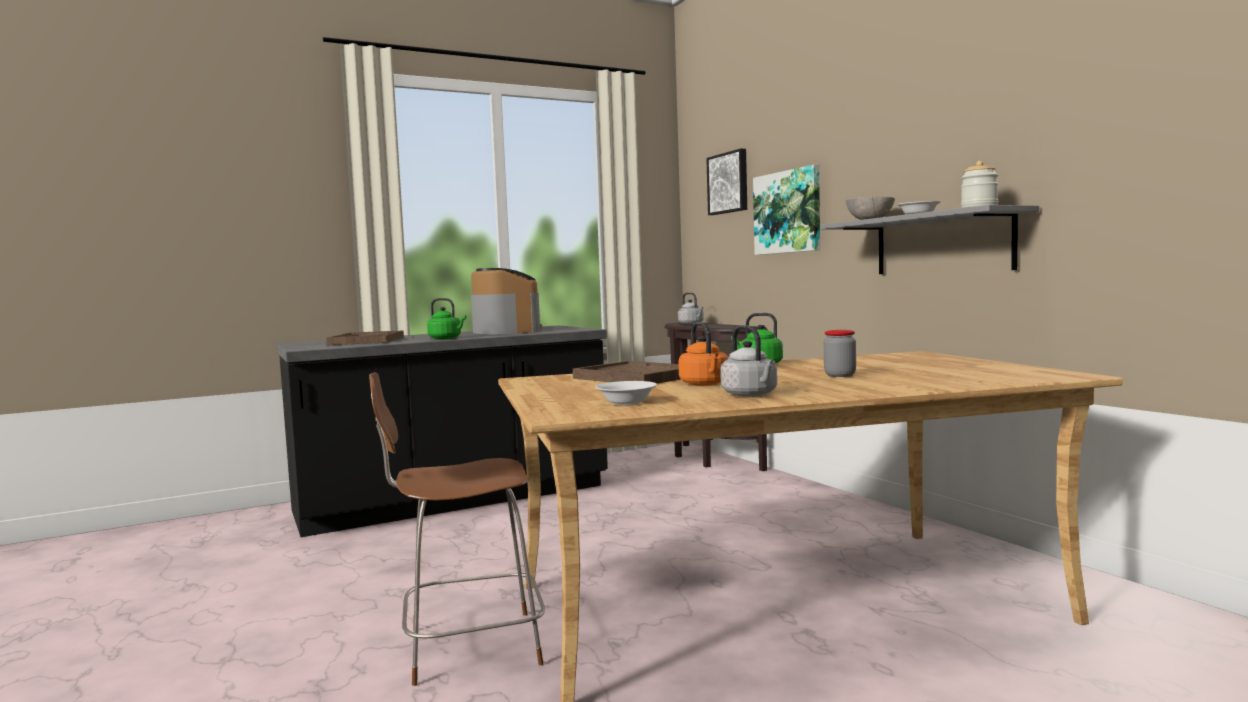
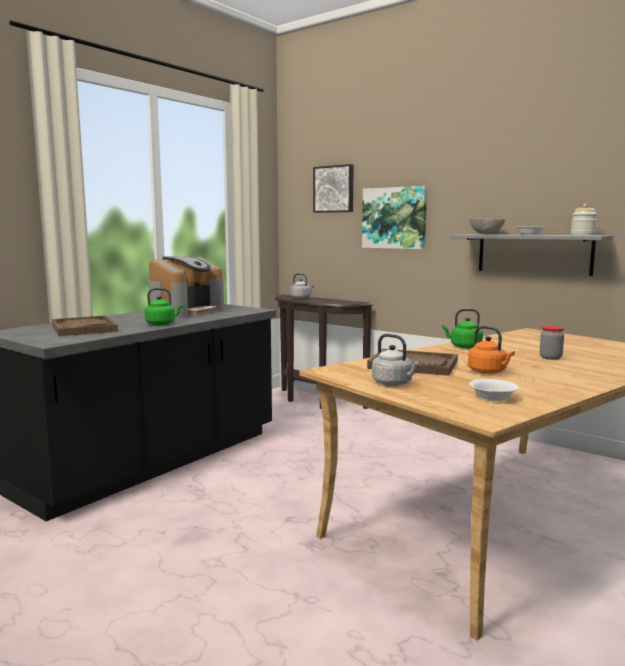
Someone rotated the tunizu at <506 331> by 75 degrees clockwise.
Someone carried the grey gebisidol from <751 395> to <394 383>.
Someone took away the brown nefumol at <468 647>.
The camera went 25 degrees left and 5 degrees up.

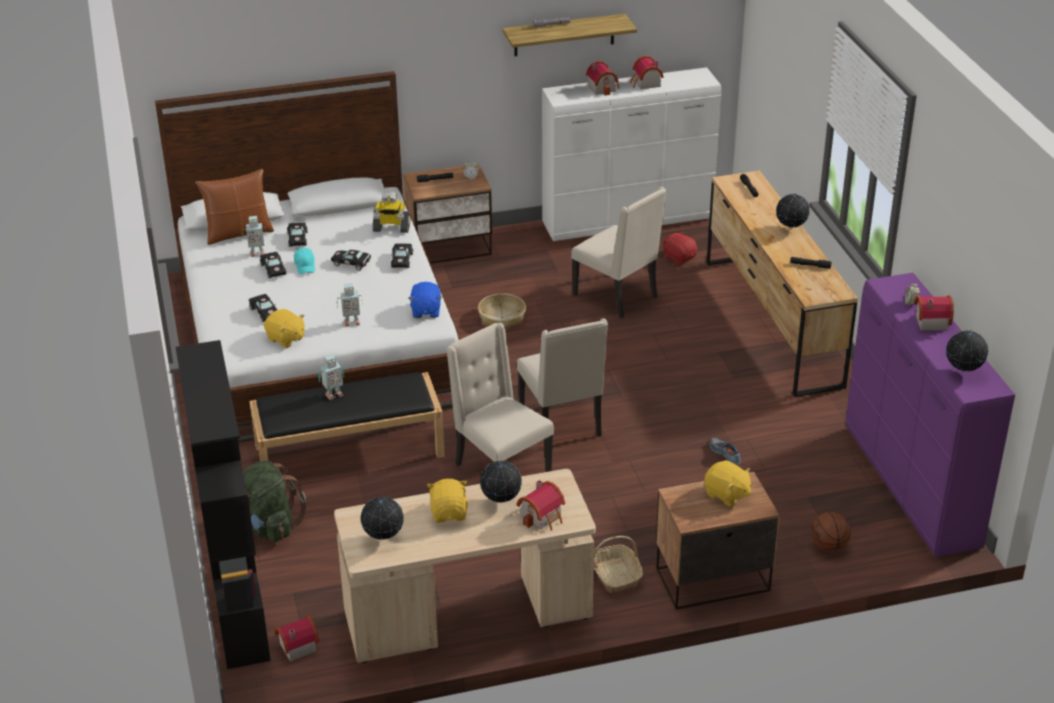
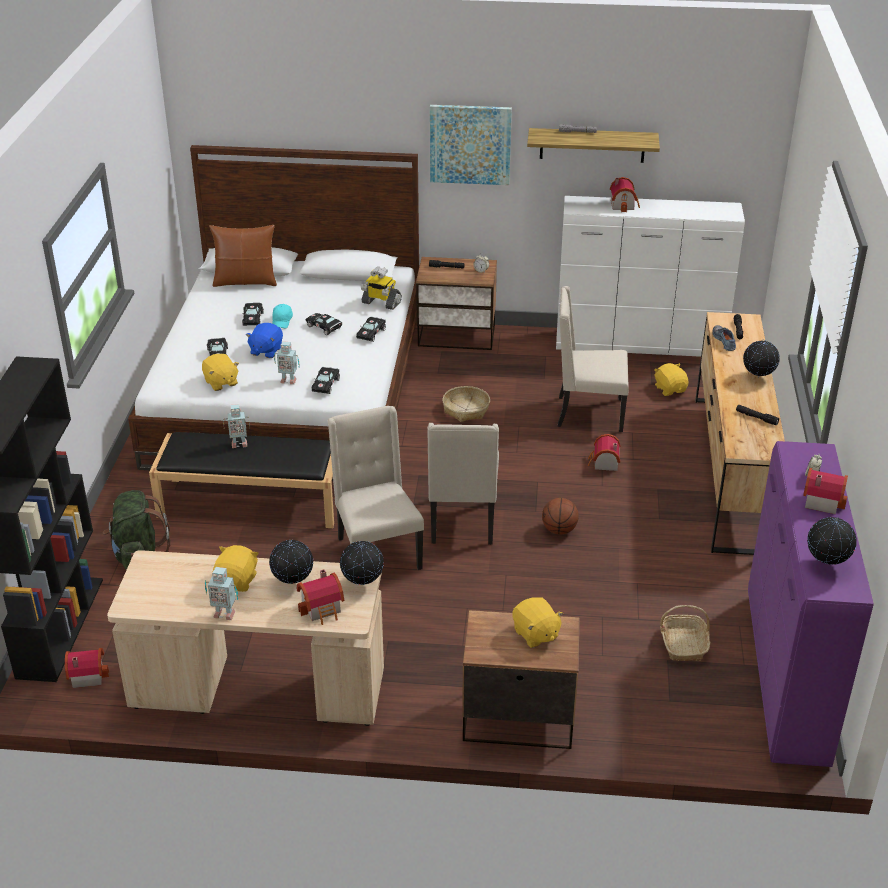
Someone carried the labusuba from <256 253> to <224 613>.
Someone carried the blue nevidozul from <425 311> to <266 351>.
Someone carried the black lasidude from <297 238> to <326 384>.
Someone carried the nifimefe from <383 538> to <362 583>.
Someone put up the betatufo at <470 144>.
Someone carried the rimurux from <829 546> to <559 530>.
Someone rotated the beige nefumol at <617 296> by 120 degrees clockwise.
Someone carried the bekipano from <645 84> to <603 463>.
Someone repainted the red nevidozul at <679 258>, which became the yellow nevidozul at <670 389>.
Someone carried the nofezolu from <615 575> to <683 644>.
Someone carried the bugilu from <725 454> to <725 341>.
The camera went 20 degrees right and 0 degrees up.

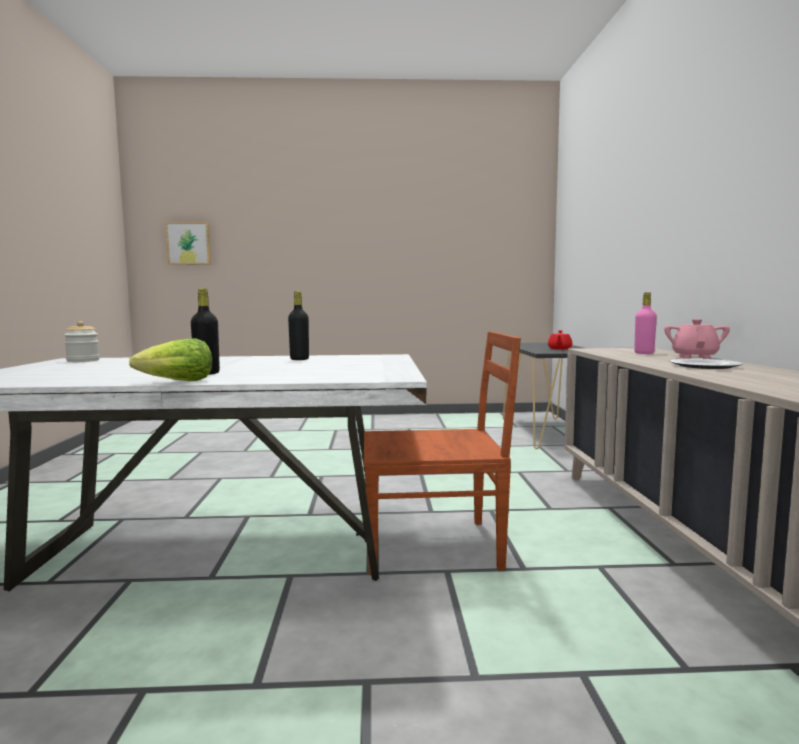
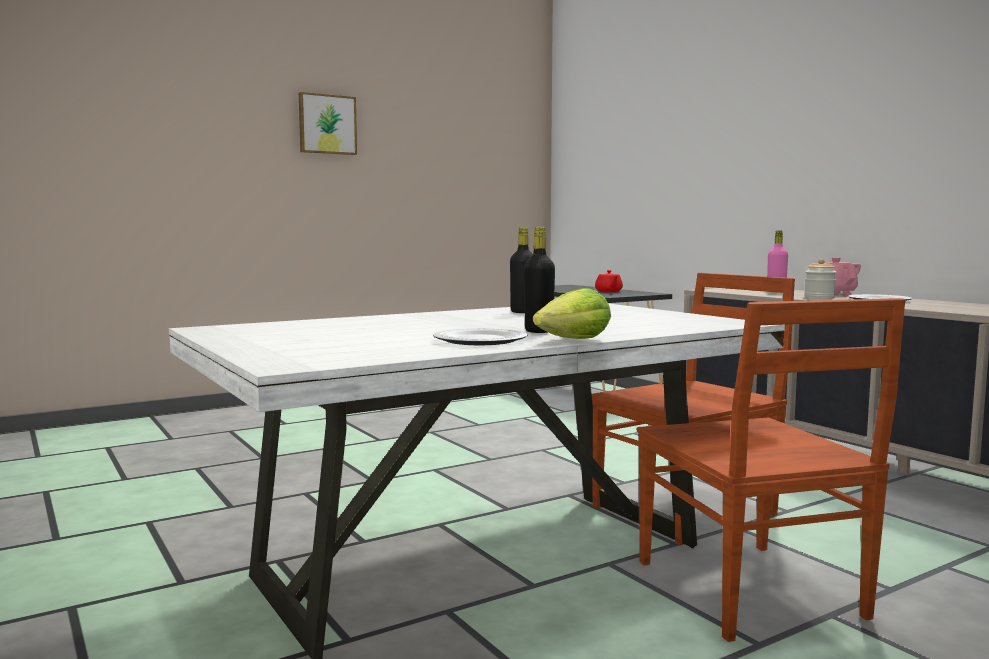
Someone carried the betatufo from <189 243> to <327 124>.
Someone put down the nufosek at <481 340>.
Someone put down the brown nefumol at <750 591>.
Someone carried the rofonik from <83 361> to <819 298>.
The camera went 30 degrees left and 0 degrees up.

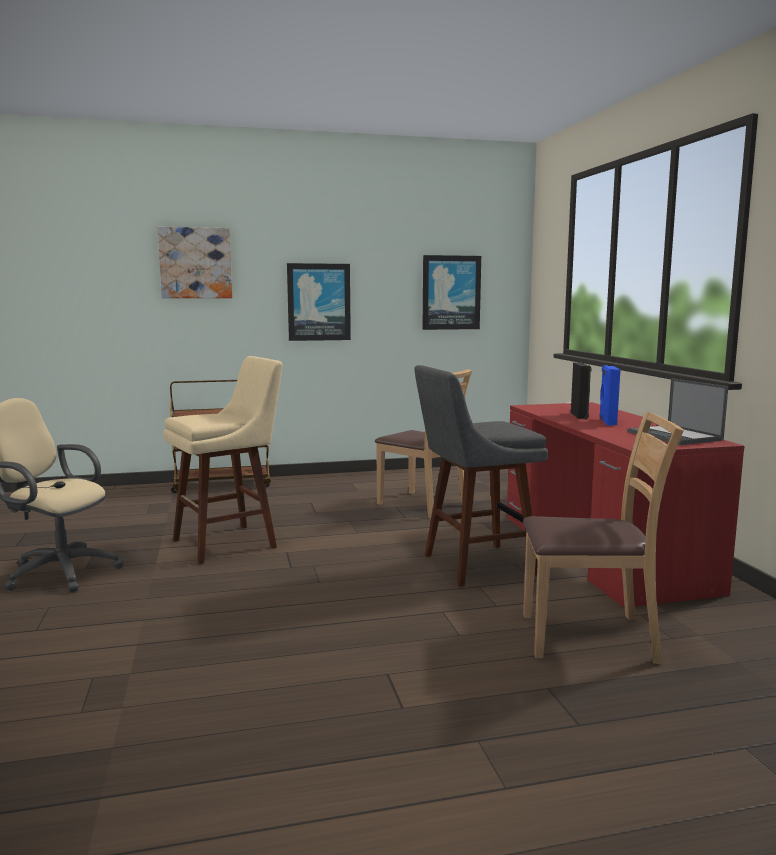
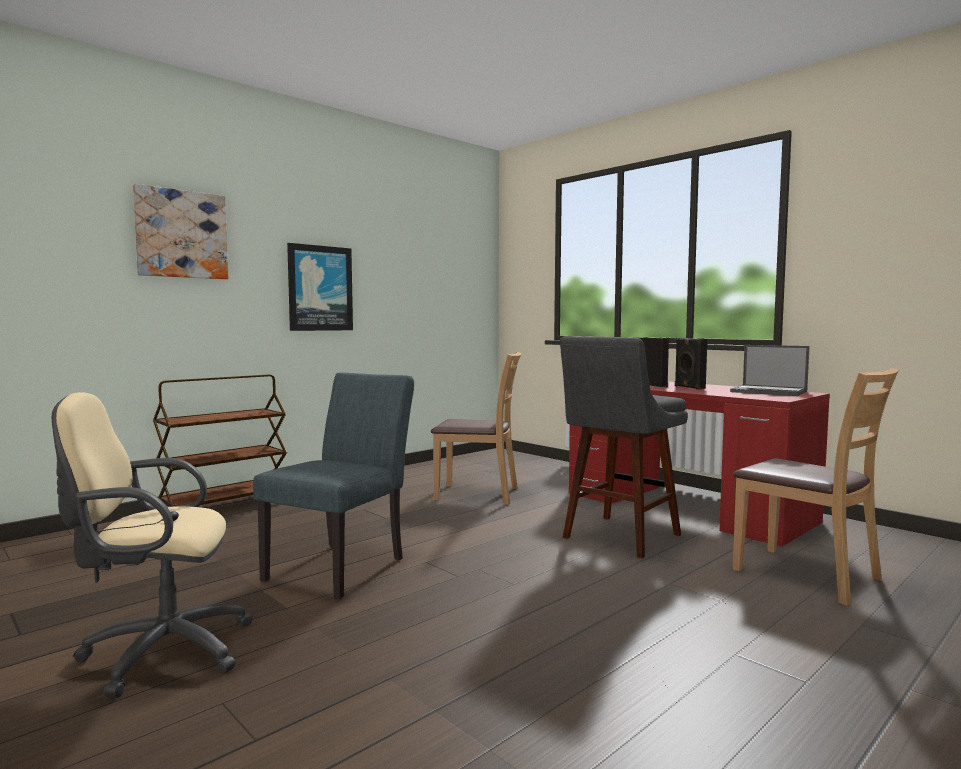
Someone swapped the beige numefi at <229 542> for the grey nefumol at <343 565>.
Someone repainted the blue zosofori at <606 422>, which became the black zosofori at <688 387>.
Someone rotated the brown nefumol at <590 637> by 75 degrees clockwise.
Someone took away the betatufo at <451 292>.
The camera went 30 degrees left and 5 degrees down.

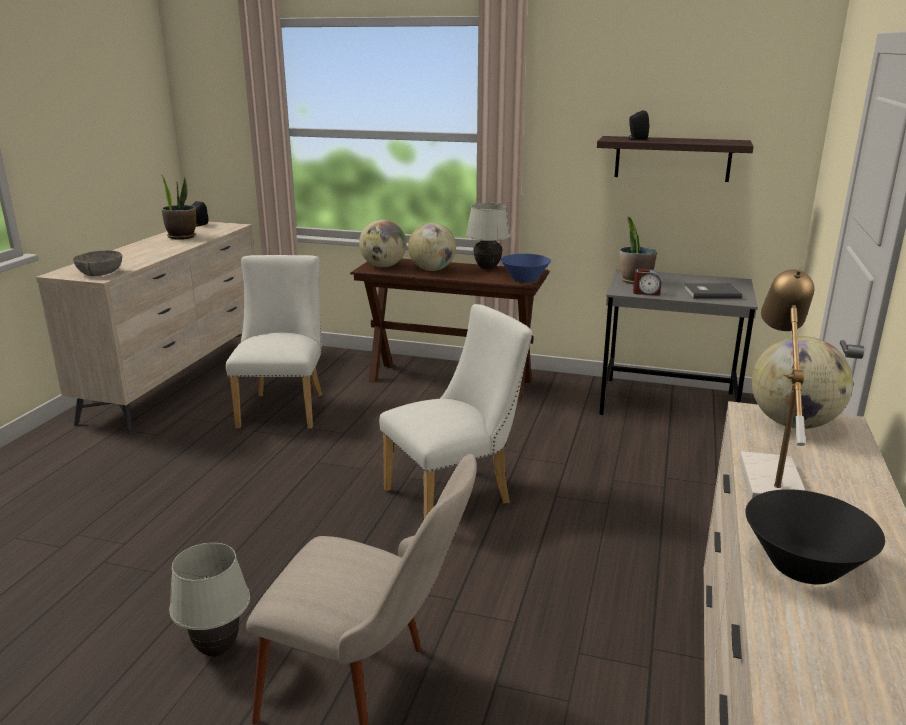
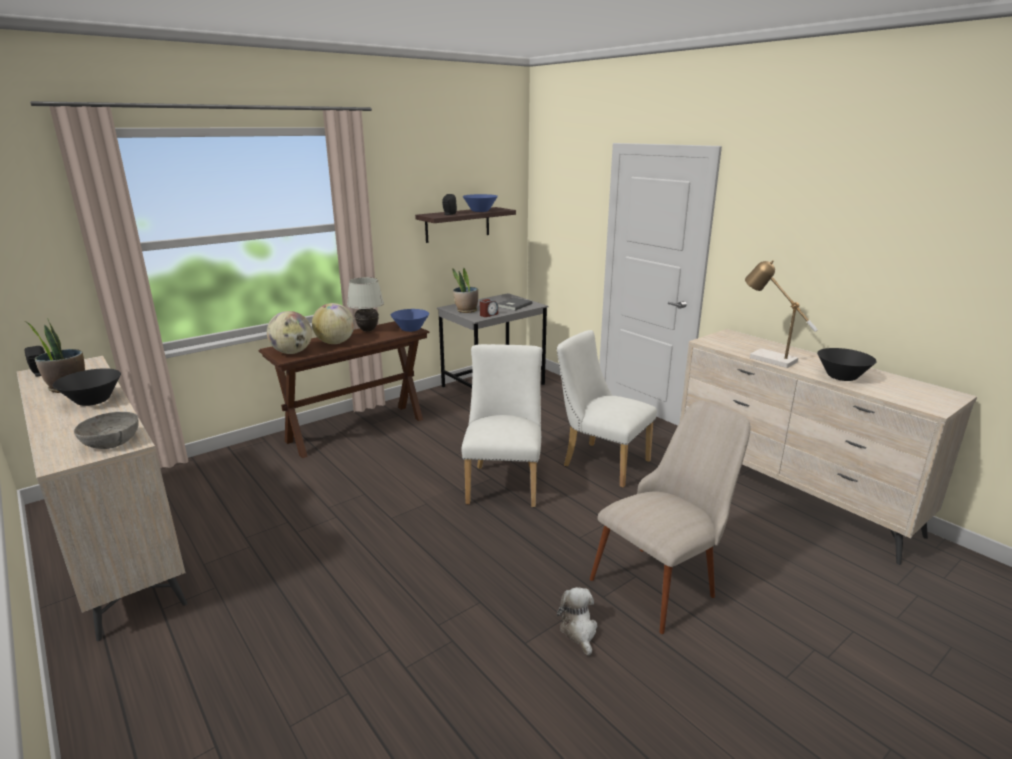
Someone put down the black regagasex at <93 401>.
Someone put down the blue regagasex at <480 211>.
Someone carried the white nefumol from <284 408> to <600 462>.
Someone swapped the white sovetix at <217 650> for the nevidozul at <579 631>.
Someone took away the nifimefe at <793 424>.
The camera went 55 degrees left and 0 degrees up.

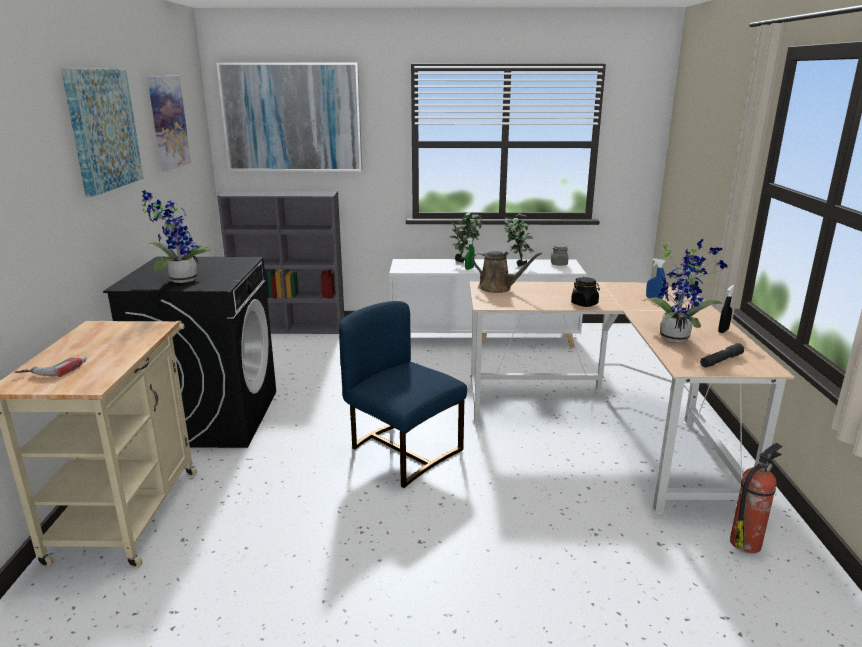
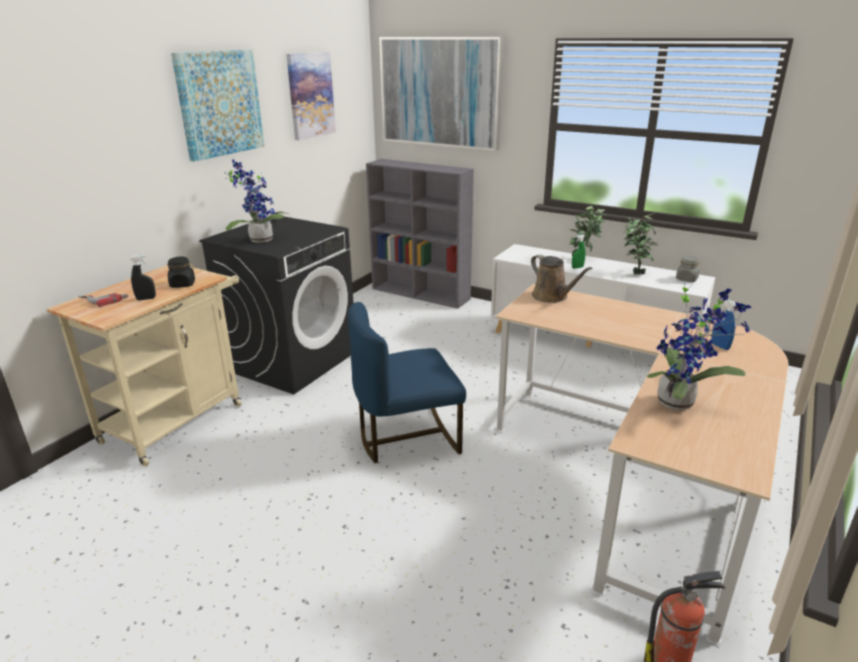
Someone carried the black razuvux from <723 330> to <146 299>.
Someone carried the black rofonik from <584 304> to <182 284>.
Someone rotated the blue nefumol at <402 451> by 90 degrees counterclockwise.
Someone took away the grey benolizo at <721 361>.
The camera went 30 degrees right and 5 degrees up.

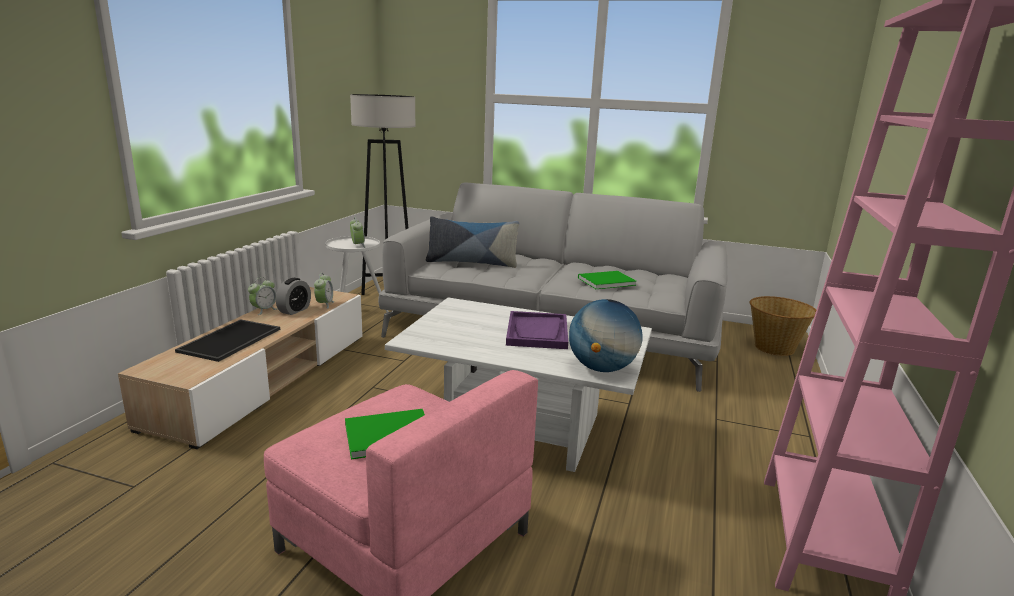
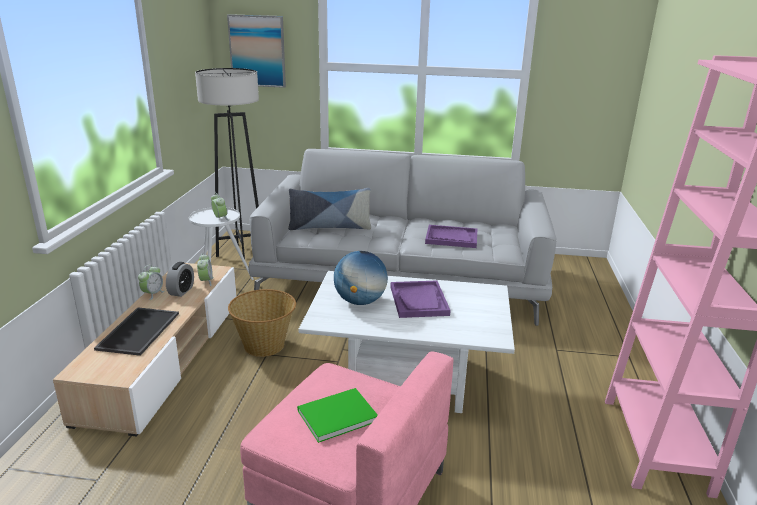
Someone put up the betatufo at <257 51>.
Someone carried the nofezolu from <774 347> to <265 345>.
Someone carried the nifimefe from <602 368> to <360 301>.
Someone swapped the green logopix at <604 281> for the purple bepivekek at <451 238>.
The camera went 10 degrees left and 5 degrees up.

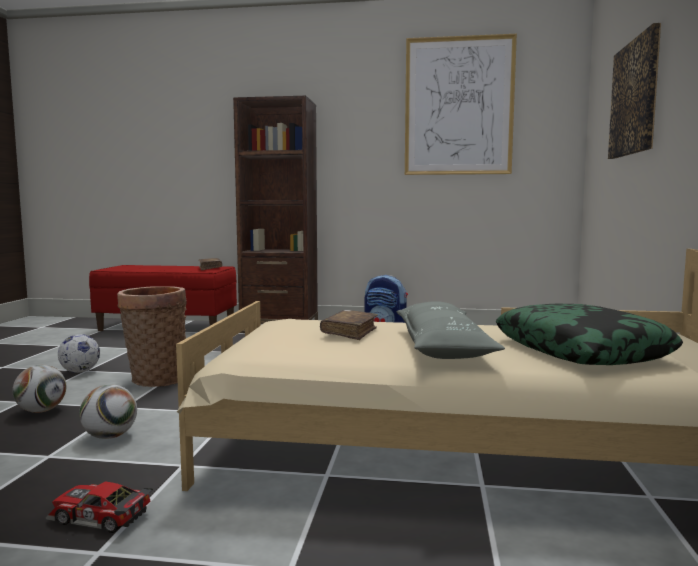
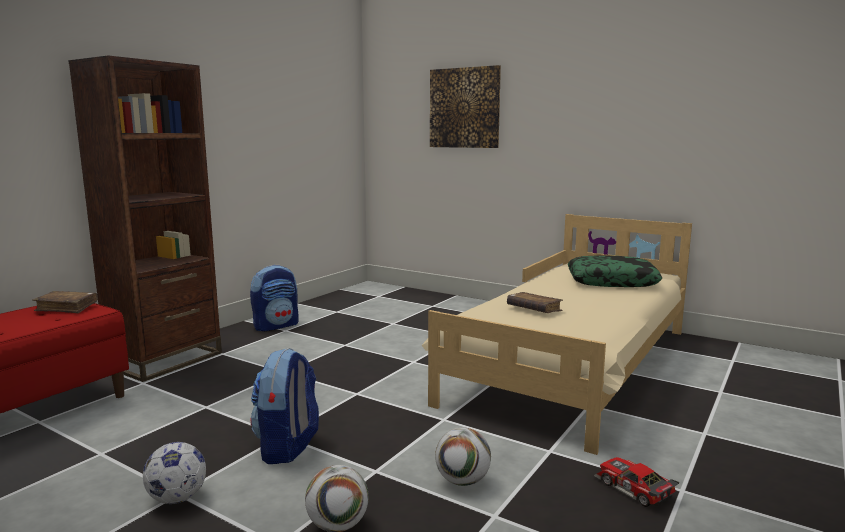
Someone swapped the nofezolu at <155 379> for the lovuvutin at <288 447>.
Someone rotated the lasidude at <98 518> by 105 degrees clockwise.
Someone took away the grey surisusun at <442 347>.
Someone took away the betatufo at <458 106>.
The camera went 65 degrees left and 5 degrees up.

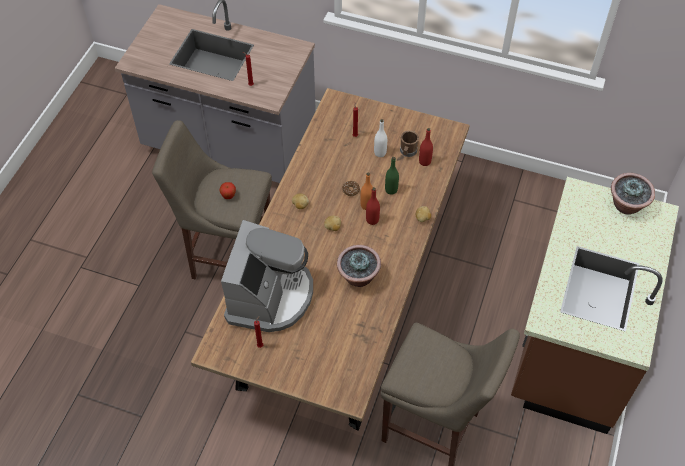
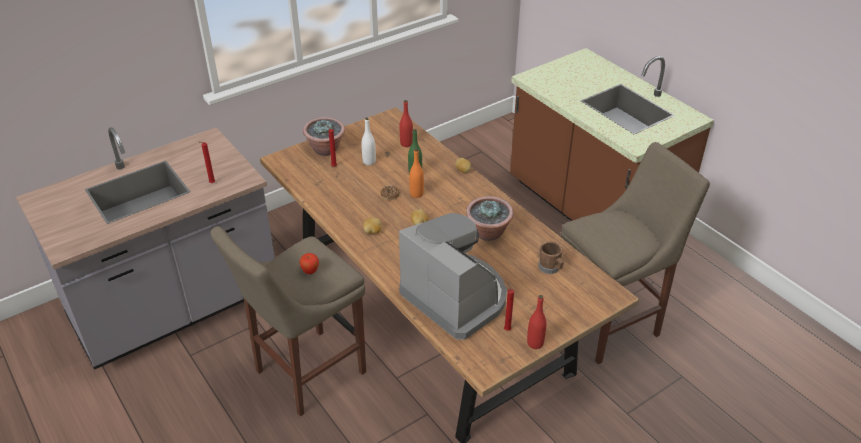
Someone carried the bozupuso from <626 206> to <326 149>.
Someone carried the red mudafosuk from <372 220> to <535 343>.
Someone carried the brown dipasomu from <407 152> to <550 268>.
The camera went 55 degrees left and 15 degrees down.

